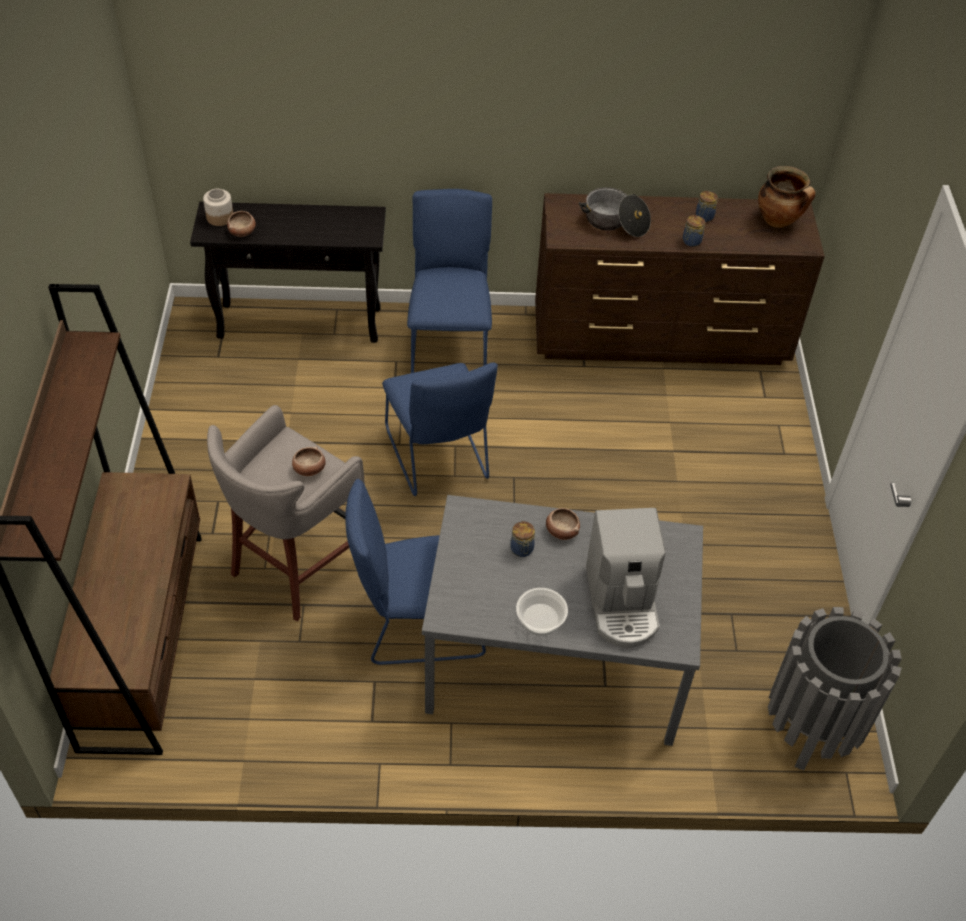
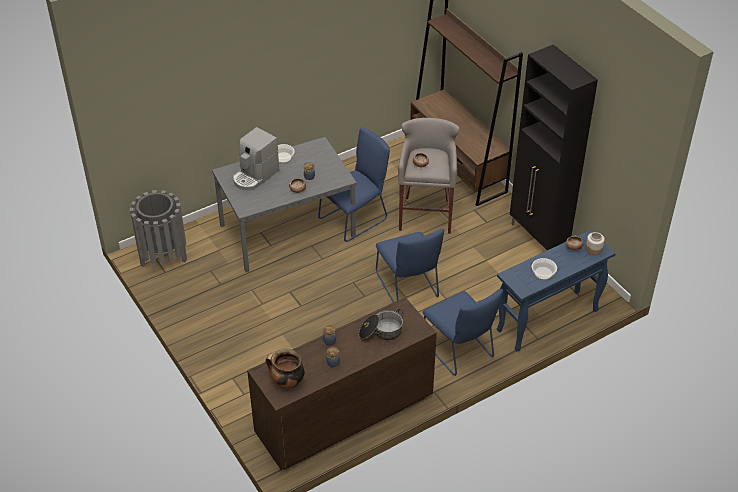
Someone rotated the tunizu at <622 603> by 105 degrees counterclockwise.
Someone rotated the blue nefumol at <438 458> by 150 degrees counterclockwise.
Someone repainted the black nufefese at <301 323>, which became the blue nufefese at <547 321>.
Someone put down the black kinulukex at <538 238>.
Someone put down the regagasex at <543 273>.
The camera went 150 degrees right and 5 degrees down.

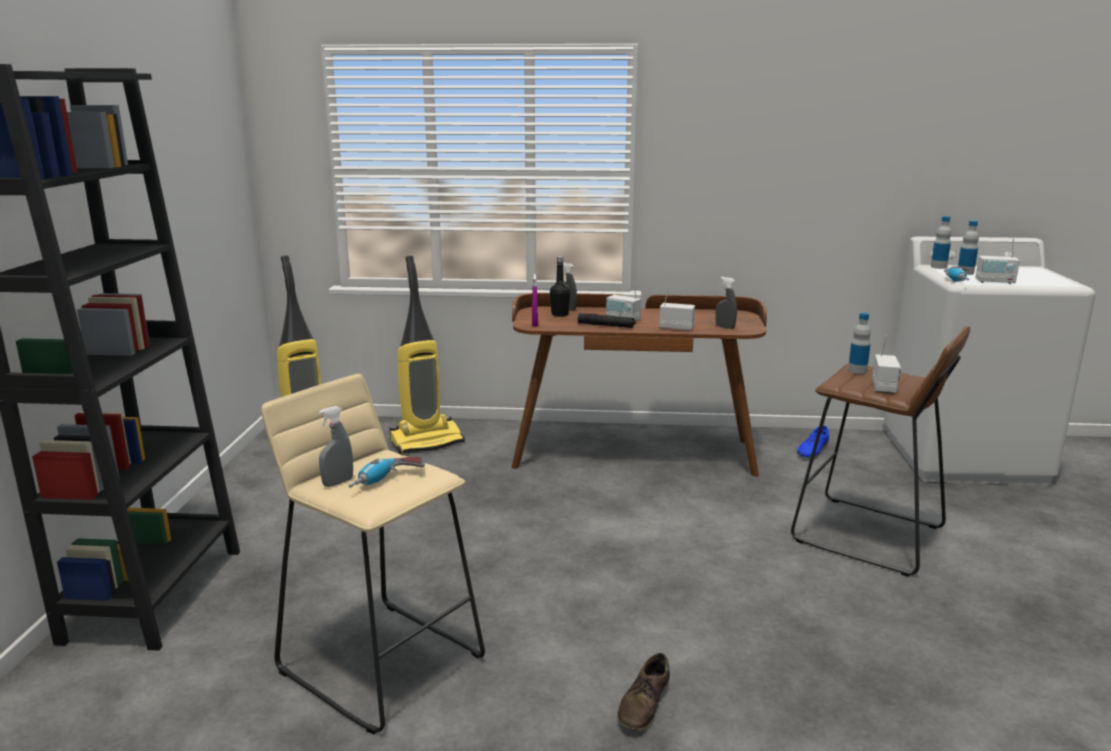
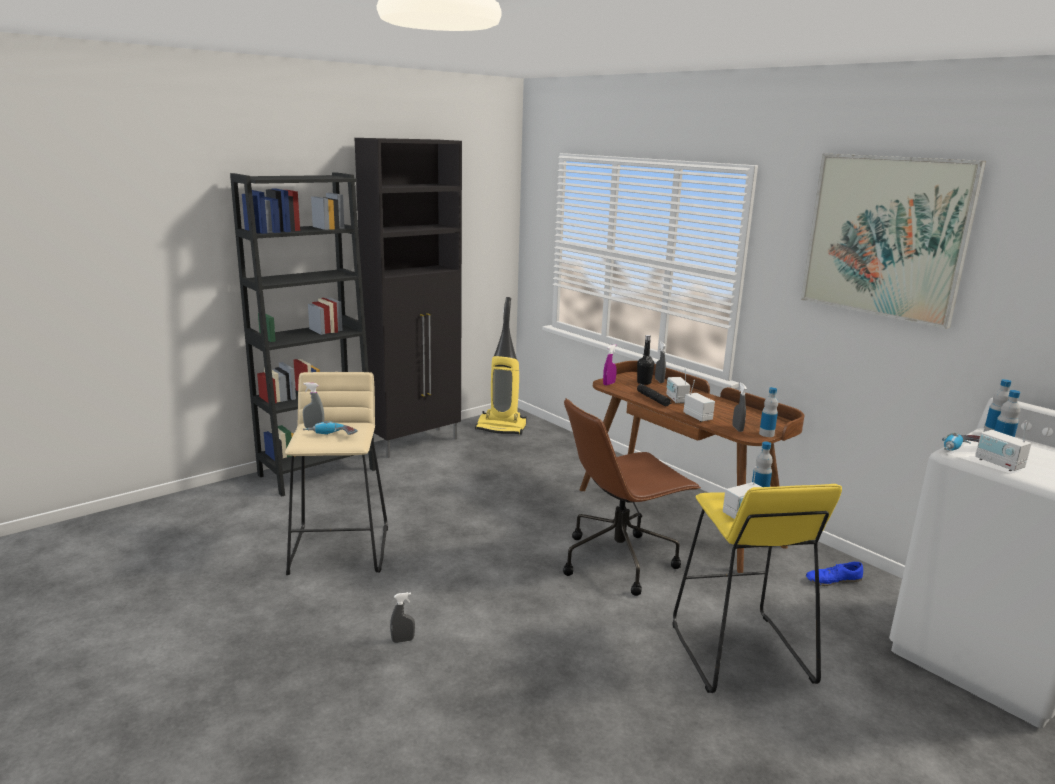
Someone put down the black kinulukex at <416 443>.
Someone swapped the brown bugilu at <644 704> for the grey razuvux at <403 640>.
Someone put down the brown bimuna at <619 560>.
Someone repainted the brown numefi at <868 535>, which became the yellow numefi at <739 653>.
Someone put down the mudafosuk at <766 434>.
Someone put up the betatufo at <885 237>.
Someone took away the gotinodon at <427 441>.
The camera went 45 degrees right and 0 degrees up.

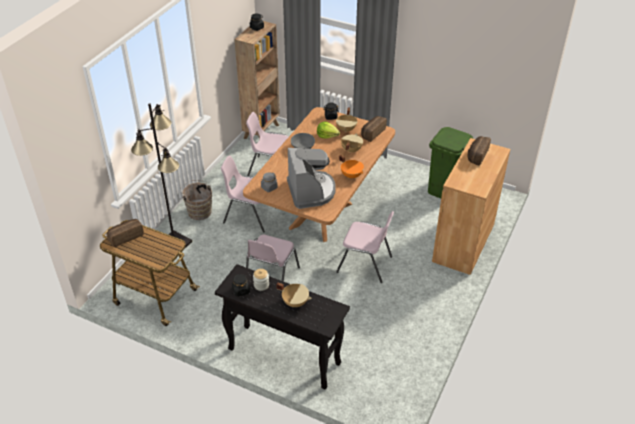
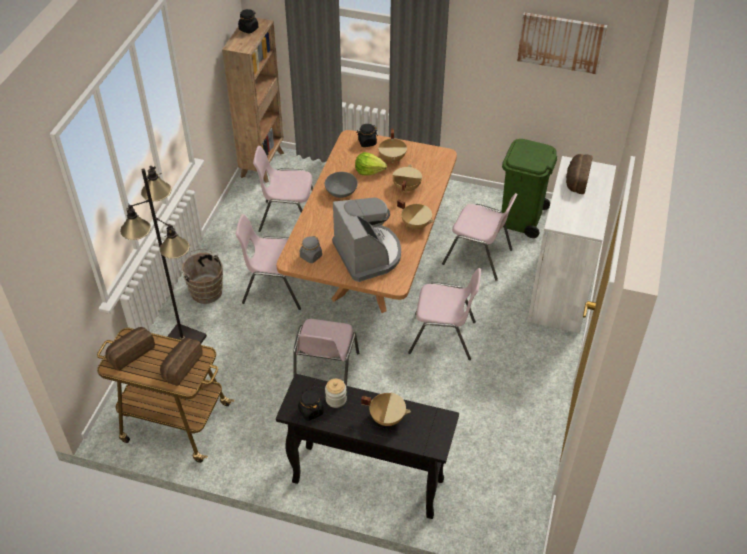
Someone carried the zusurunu from <372 133> to <180 366>.
Someone repainted the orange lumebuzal at <352 175>, which became the beige lumebuzal at <416 224>.
Someone put down the pink nefumol at <478 257>.
Someone put up the betatufo at <561 42>.
Someone repainted the brown kinulukex at <463 242>, which became the white kinulukex at <561 289>.
The camera went 10 degrees left and 5 degrees up.

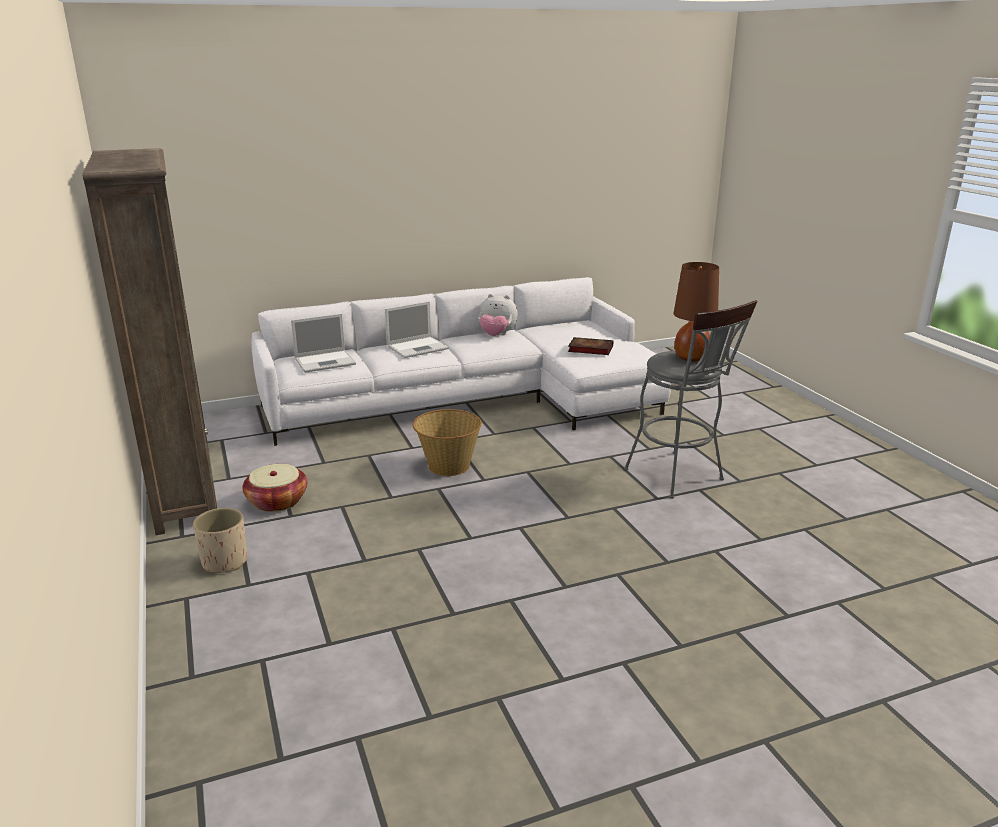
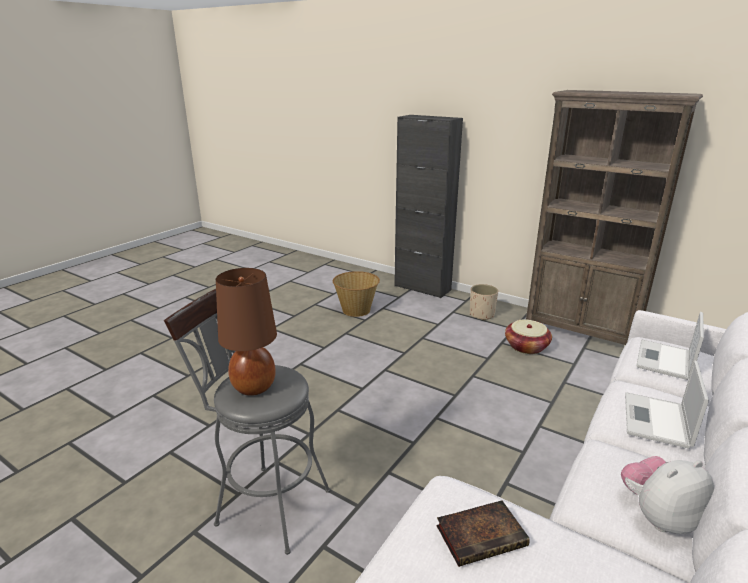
Someone carried the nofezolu from <448 466> to <356 310>.
Someone put down the black kinulukex at <422 288>.
The camera went 145 degrees right and 0 degrees up.

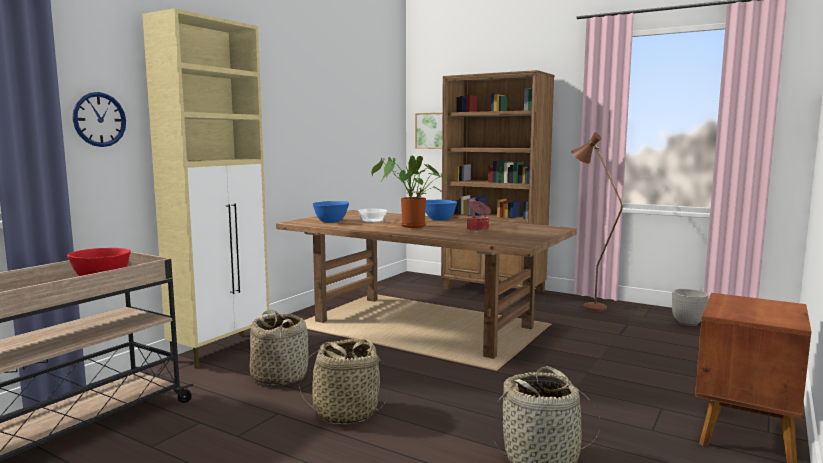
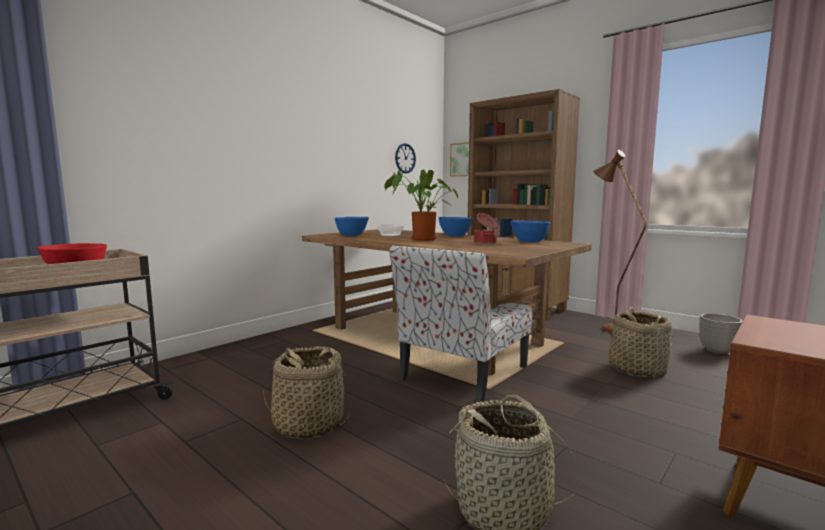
Someone put down the nefumol at <462 374>.
Someone carried the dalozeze from <99 119> to <405 158>.
Someone put down the blue regagasex at <529 242>.
Someone carried the nofezolu from <280 376> to <637 369>.
Someone took away the beige kinulukex at <222 350>.
The camera went 10 degrees right and 0 degrees up.

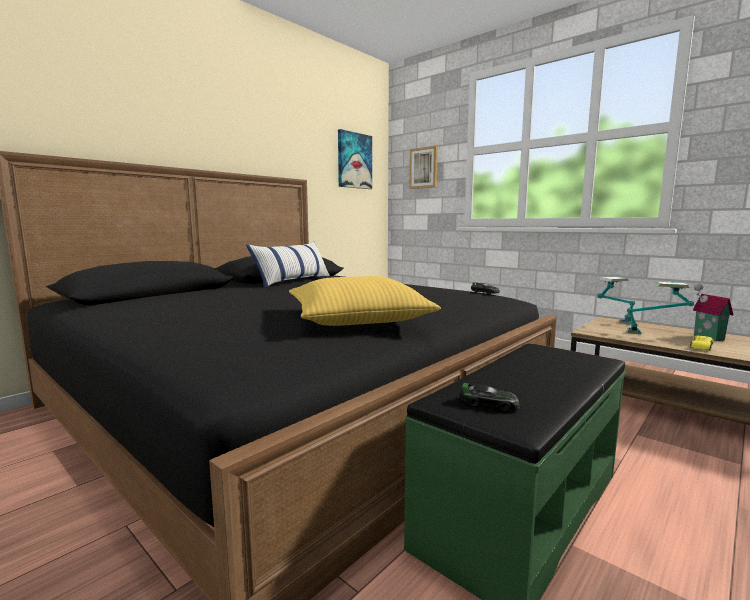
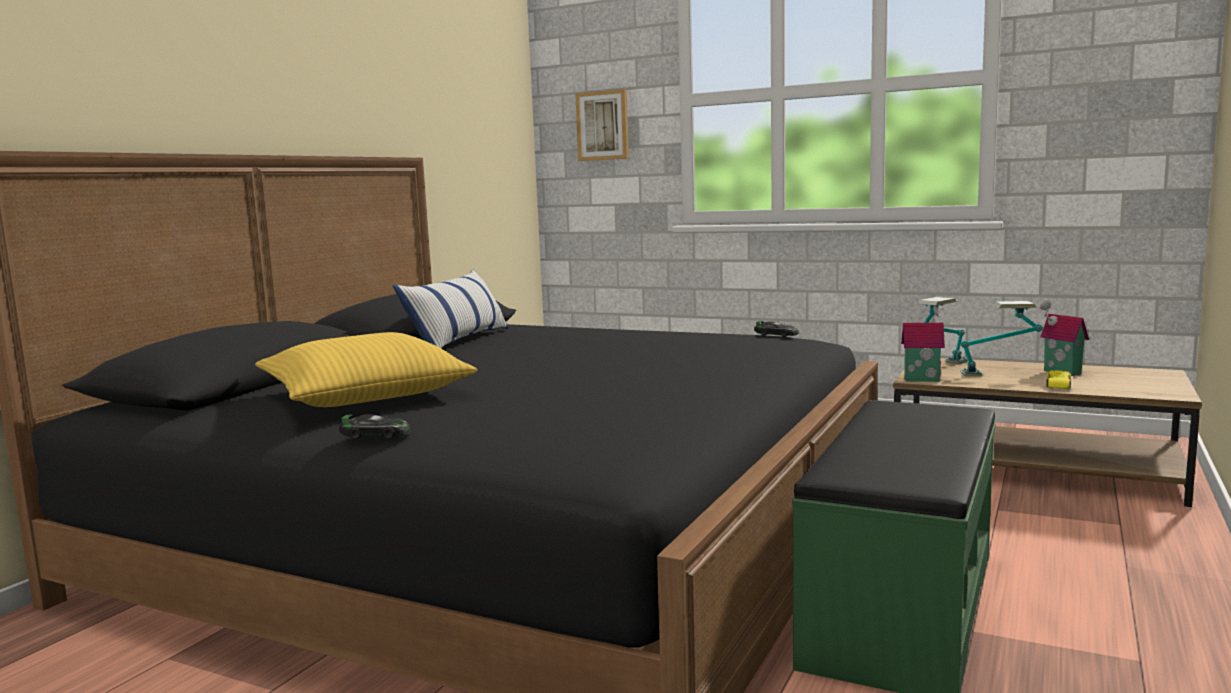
Someone carried the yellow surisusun from <358 318> to <366 394>.
Someone carried the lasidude from <488 403> to <375 435>.
Someone put down the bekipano at <921 379>.
Someone took away the betatufo at <354 160>.
The camera went 15 degrees left and 0 degrees up.

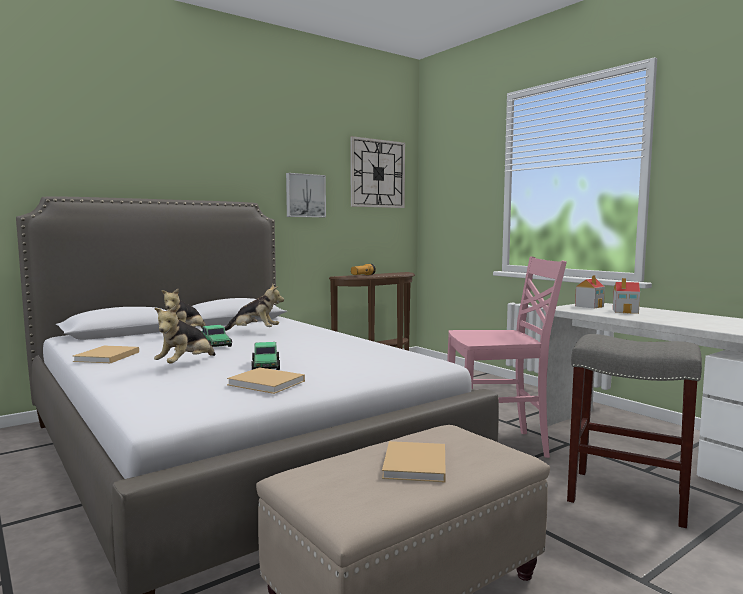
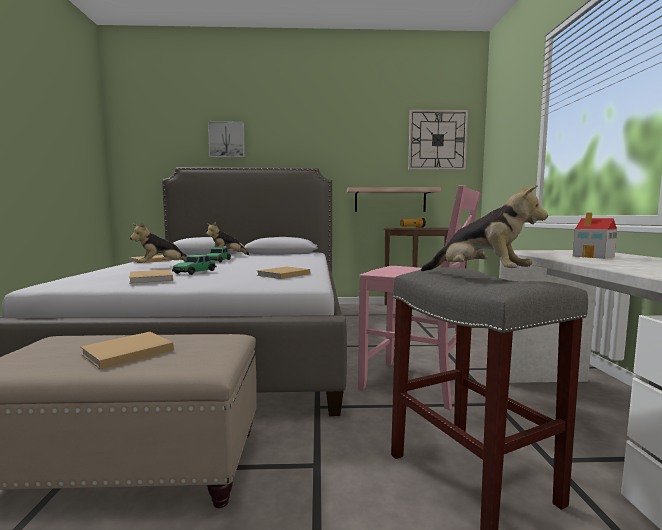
Someone carried the betatufo from <305 195> to <227 140>.
Someone put down the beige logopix at <282 275>.
Someone put up the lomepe at <390 200>.
Someone carried the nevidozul from <254 331> to <479 276>.
Someone took away the bekipano at <589 306>.
The camera went 35 degrees right and 0 degrees up.

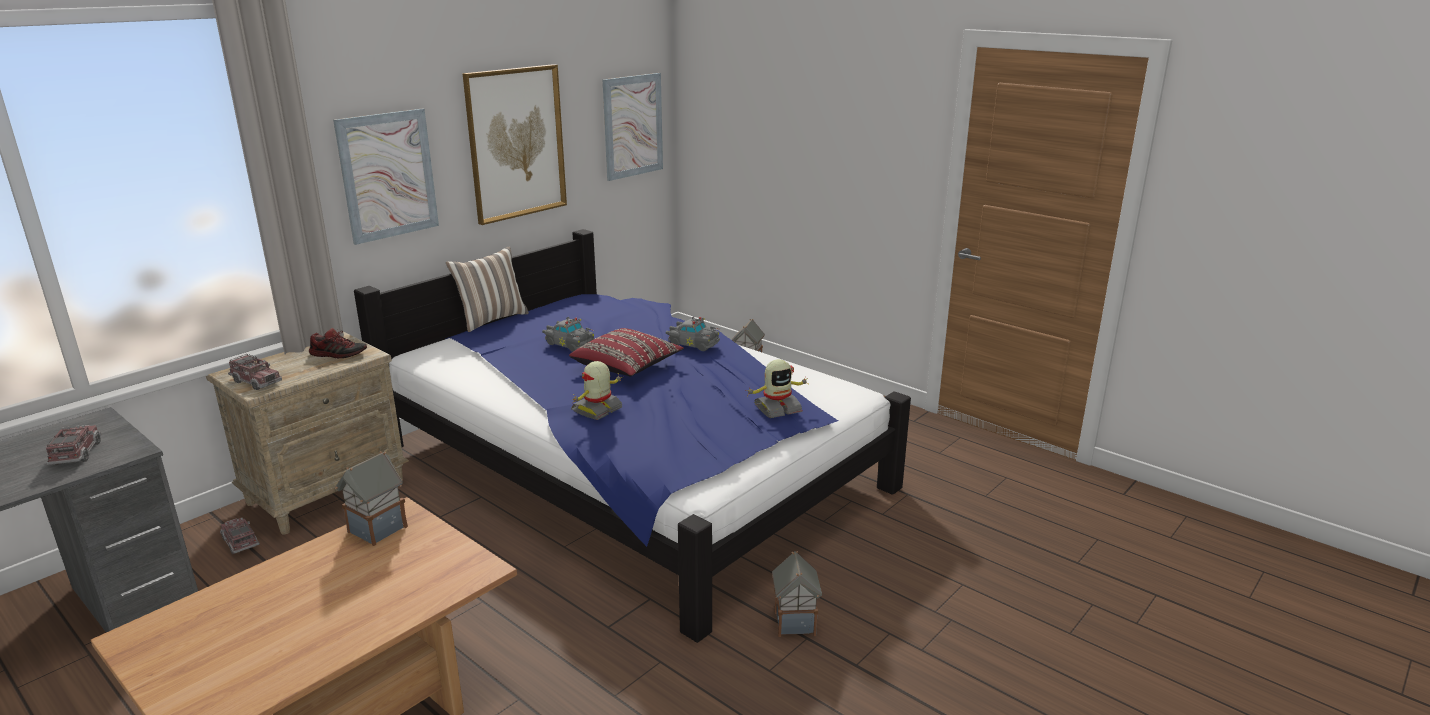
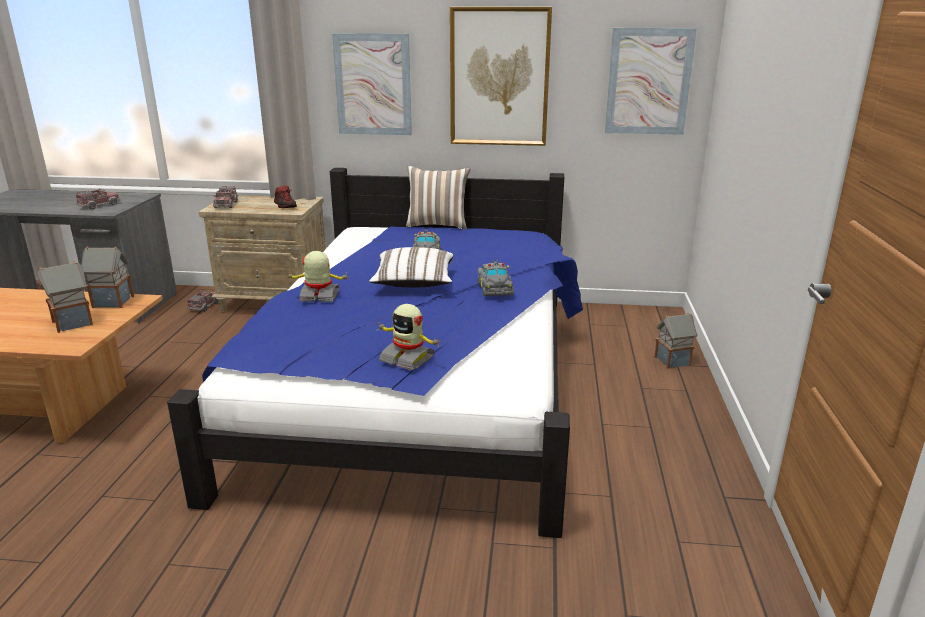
Someone carried the bekipano from <794 622> to <73 323>.
Someone repainted the red surisusun at <627 368>, which became the white surisusun at <414 283>.
The camera went 55 degrees right and 0 degrees up.

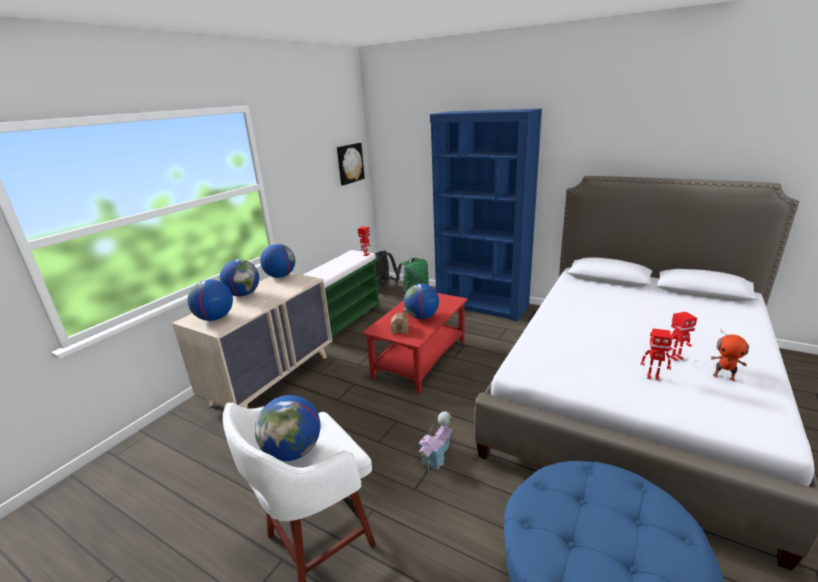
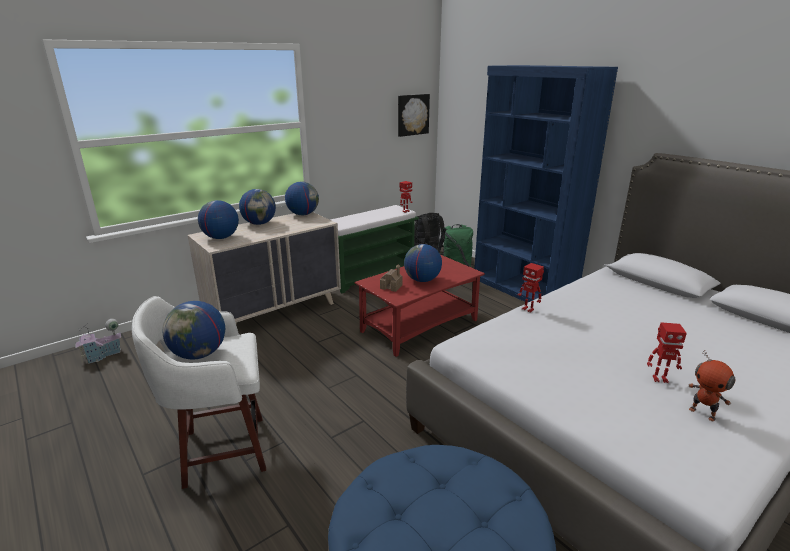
Someone carried the bekipano from <437 456> to <103 355>.
Someone carried the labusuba from <652 377> to <528 309>.
The camera went 20 degrees right and 0 degrees up.

